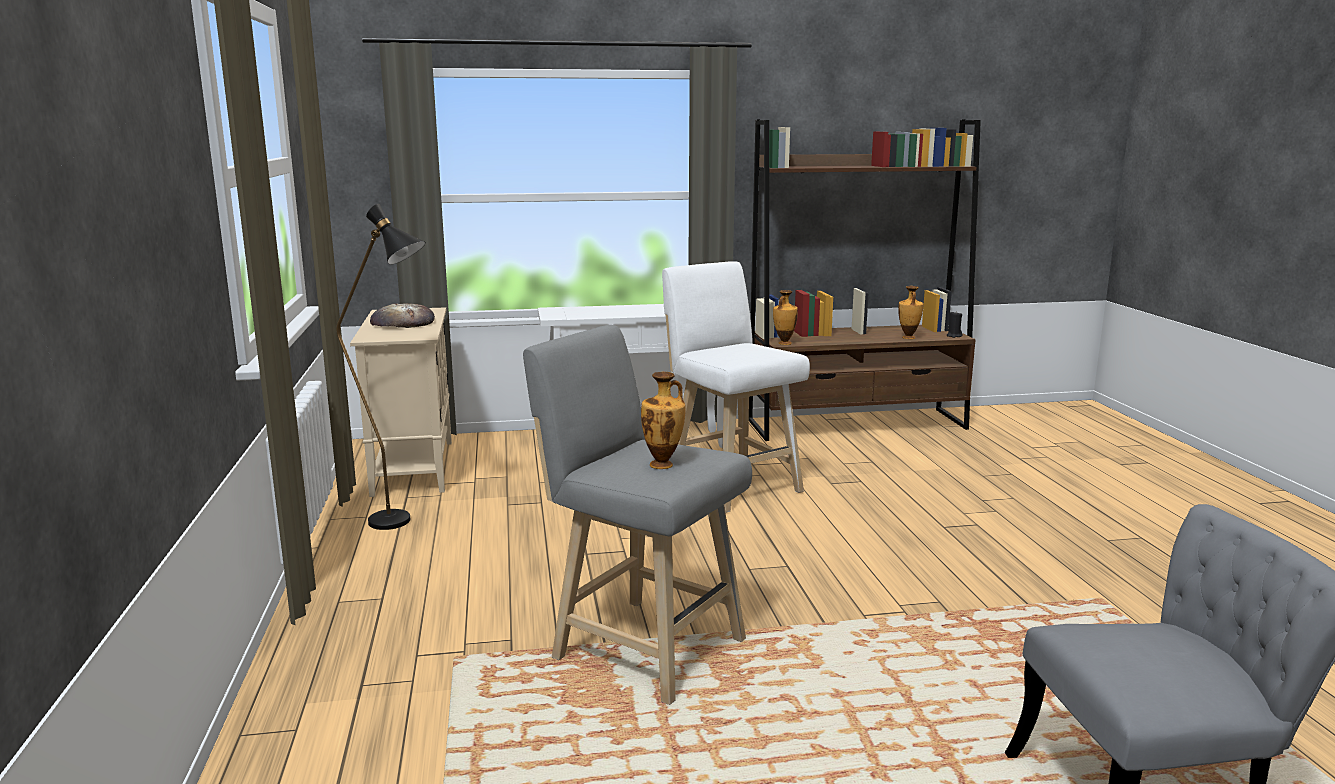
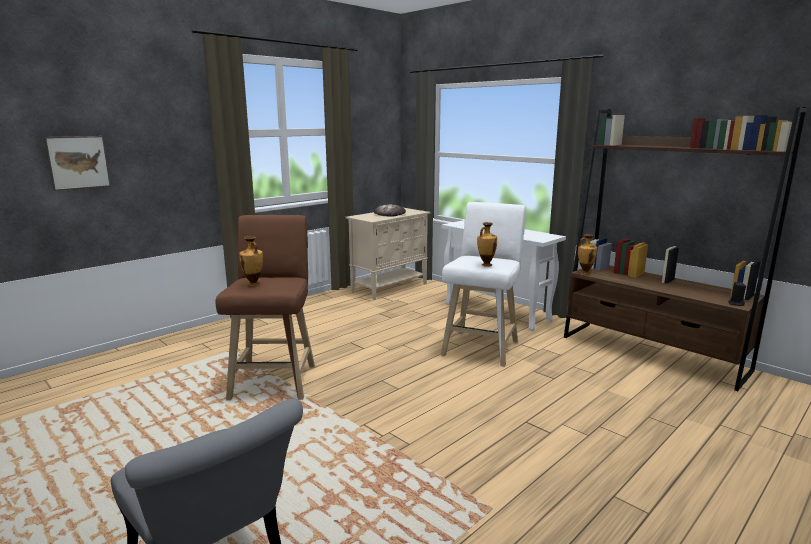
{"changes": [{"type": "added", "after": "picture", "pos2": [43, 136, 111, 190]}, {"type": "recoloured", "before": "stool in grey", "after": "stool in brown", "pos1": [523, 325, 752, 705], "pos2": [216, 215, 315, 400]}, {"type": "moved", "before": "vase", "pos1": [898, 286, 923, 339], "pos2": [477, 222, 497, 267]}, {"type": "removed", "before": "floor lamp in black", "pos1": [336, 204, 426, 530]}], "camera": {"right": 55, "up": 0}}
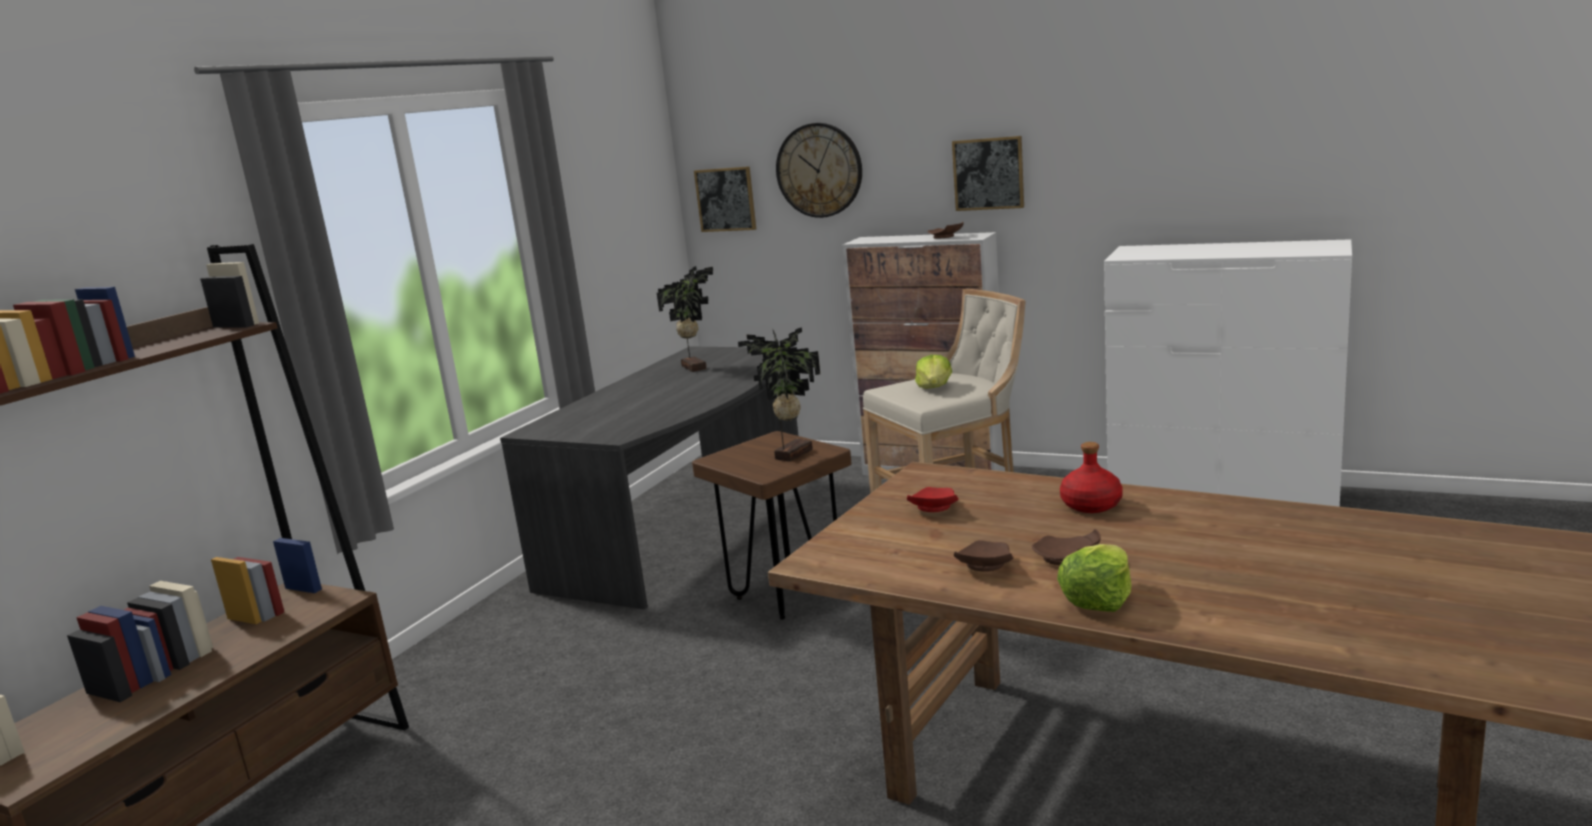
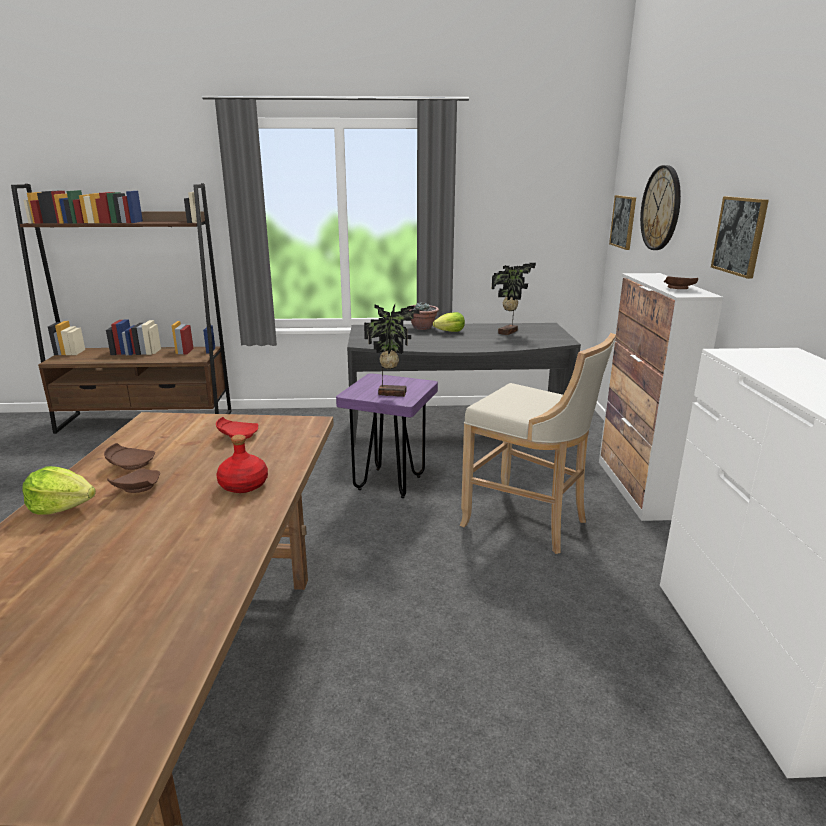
{"changes": [{"type": "recoloured", "before": "stool in brown", "after": "stool in purple", "pos1": [692, 431, 852, 620], "pos2": [336, 373, 438, 498]}, {"type": "added", "after": "potted plant", "pos2": [409, 302, 439, 330]}, {"type": "moved", "before": "lettuce", "pos1": [915, 355, 952, 389], "pos2": [433, 312, 465, 332]}], "camera": {"right": 60, "up": 5}}
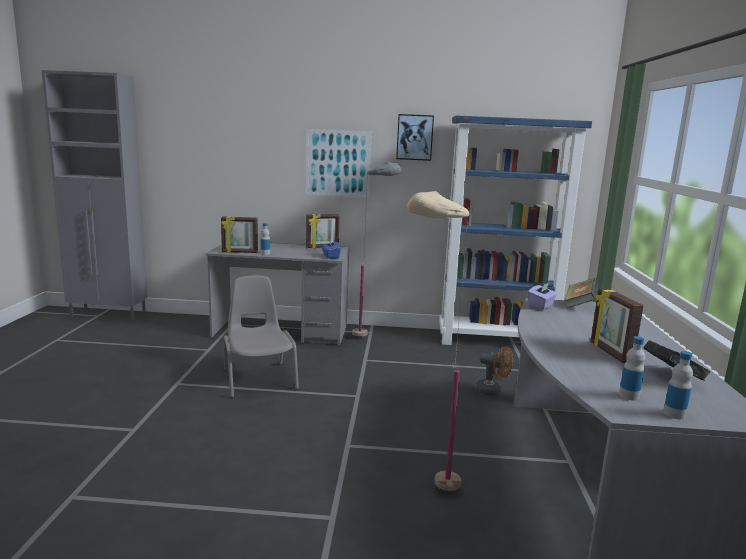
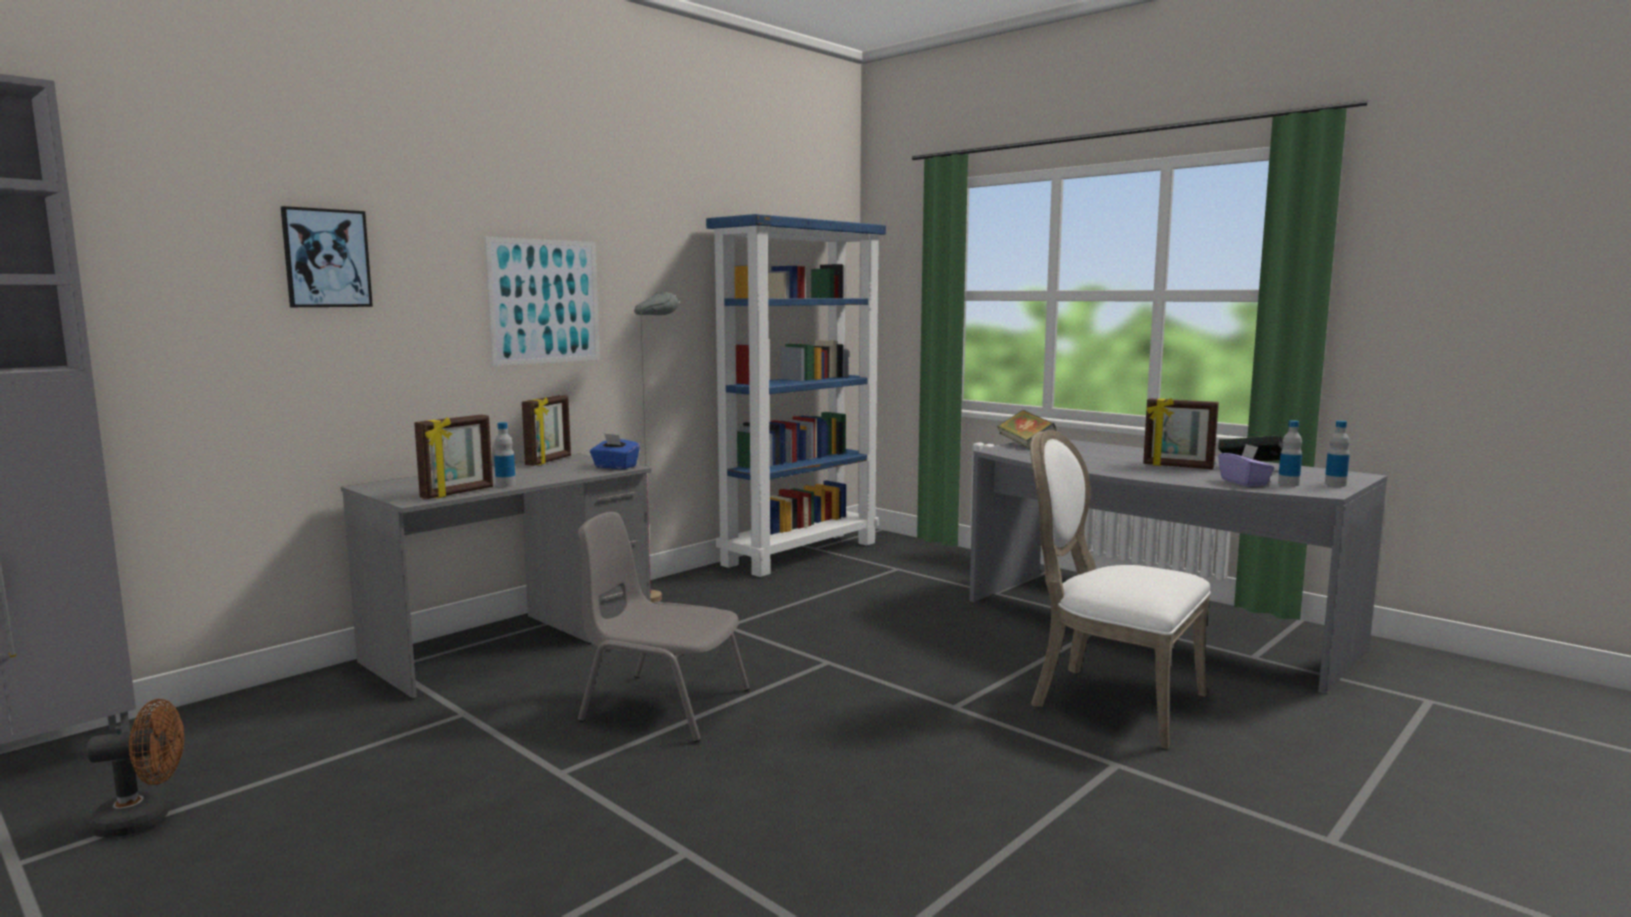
{"changes": [{"type": "moved", "before": "fan in brown", "pos1": [475, 346, 513, 396], "pos2": [85, 699, 184, 838]}, {"type": "moved", "before": "picture", "pos1": [396, 114, 434, 161], "pos2": [281, 206, 373, 307]}, {"type": "replaced", "before": "floor lamp in beige", "after": "chair in white", "pos1": [407, 191, 469, 491], "pos2": [1030, 430, 1211, 749]}, {"type": "moved", "before": "tissue box in purple", "pos1": [528, 283, 557, 310], "pos2": [1218, 444, 1275, 486]}], "camera": {"right": -50, "up": -5}}
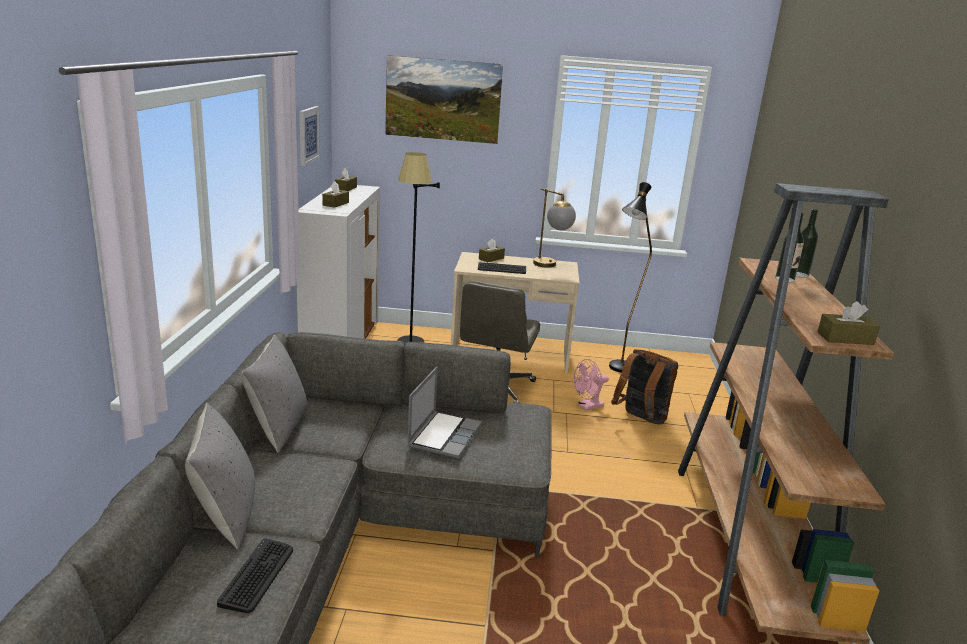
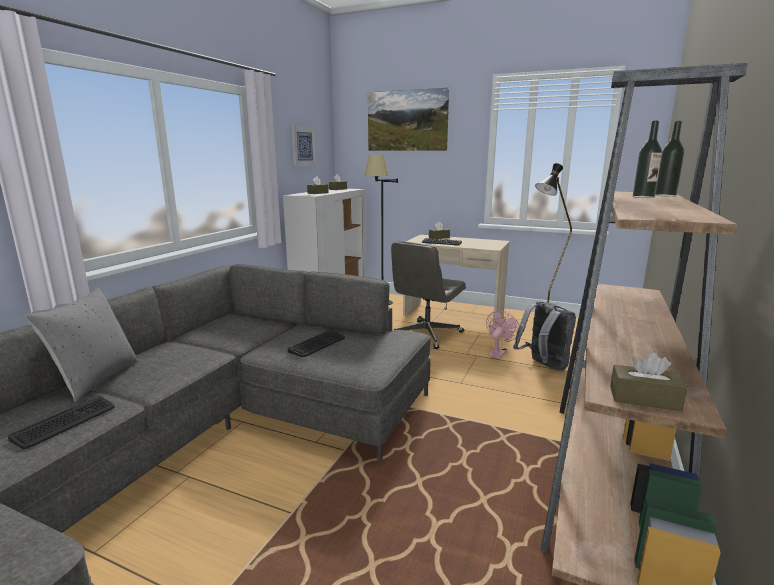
{"changes": [{"type": "replaced", "before": "laptop", "after": "keyboard", "pos1": [407, 366, 482, 458], "pos2": [288, 330, 345, 357]}, {"type": "turned", "before": "fan in pink", "pos1": [573, 359, 609, 410], "pos2": [486, 311, 519, 359], "turn": 135}, {"type": "recoloured", "before": "backpack in brown", "after": "backpack in grey", "pos1": [611, 349, 679, 424], "pos2": [513, 302, 576, 371]}, {"type": "moved", "before": "tissue box in brown", "pos1": [817, 301, 880, 345], "pos2": [610, 352, 688, 411]}, {"type": "removed", "before": "pillow in grey", "pos1": [242, 335, 307, 453]}, {"type": "removed", "before": "table lamp", "pos1": [533, 188, 576, 268]}], "camera": {"right": 20, "up": -5}}
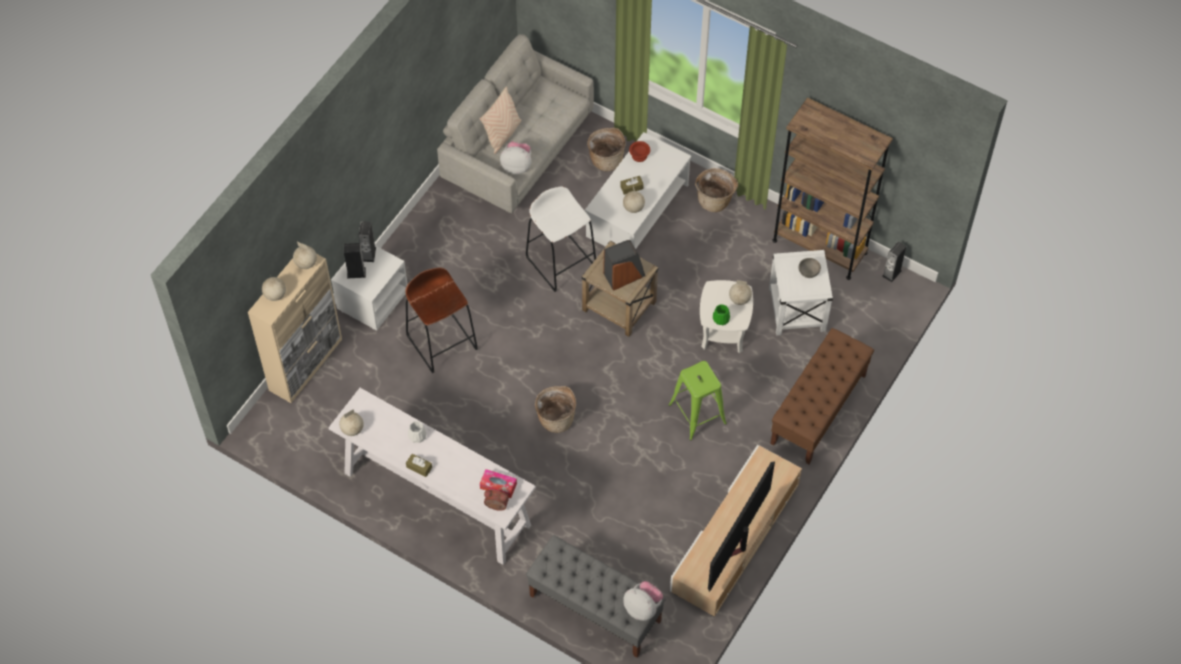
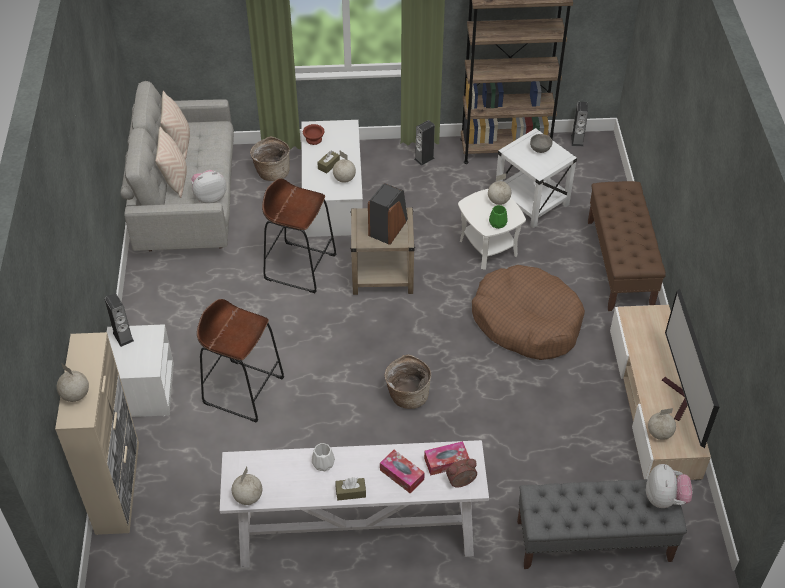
{"changes": [{"type": "added", "after": "pillow in beige", "pos2": [160, 90, 190, 159]}, {"type": "recoloured", "before": "stool in white", "after": "stool in brown", "pos1": [526, 186, 596, 292], "pos2": [262, 178, 336, 293]}, {"type": "added", "after": "tissue box", "pos2": [380, 450, 425, 493]}, {"type": "moved", "before": "speaker", "pos1": [344, 243, 366, 278], "pos2": [414, 120, 435, 166]}, {"type": "replaced", "before": "stool in green", "after": "dog bed in brown", "pos1": [668, 361, 727, 440], "pos2": [472, 265, 585, 360]}, {"type": "turned", "before": "plush toy", "pos1": [623, 581, 663, 621], "pos2": [646, 464, 692, 508], "turn": 90}, {"type": "moved", "before": "globe", "pos1": [293, 242, 317, 269], "pos2": [648, 408, 676, 440]}, {"type": "removed", "before": "basket", "pos1": [695, 168, 738, 212]}], "camera": {"right": -35, "up": -10}}
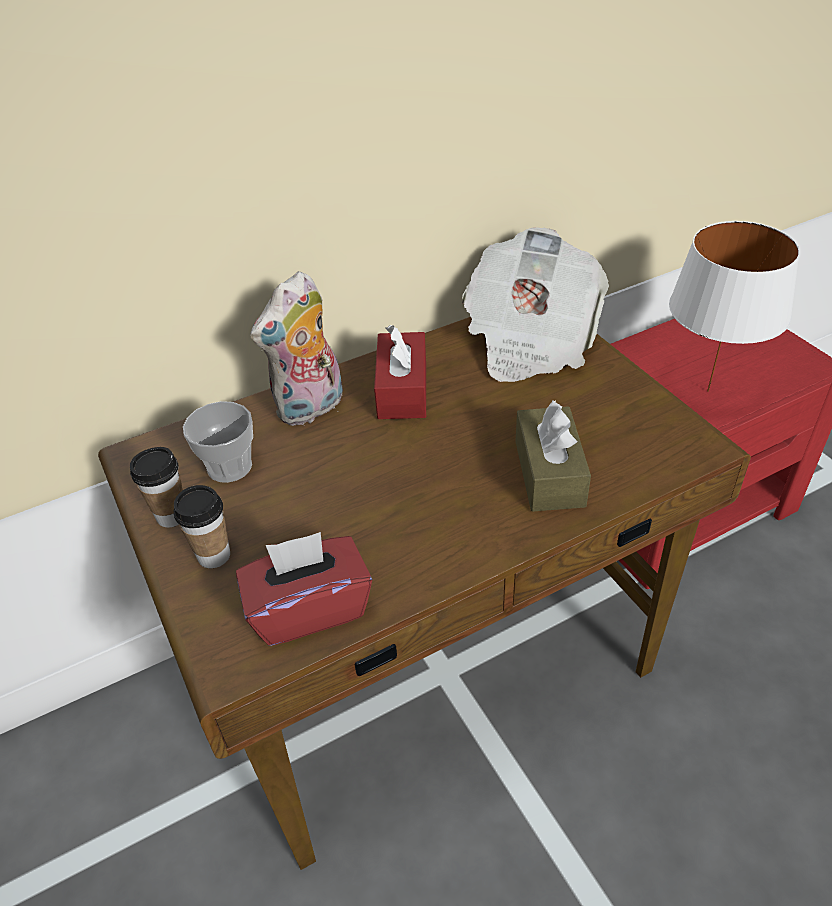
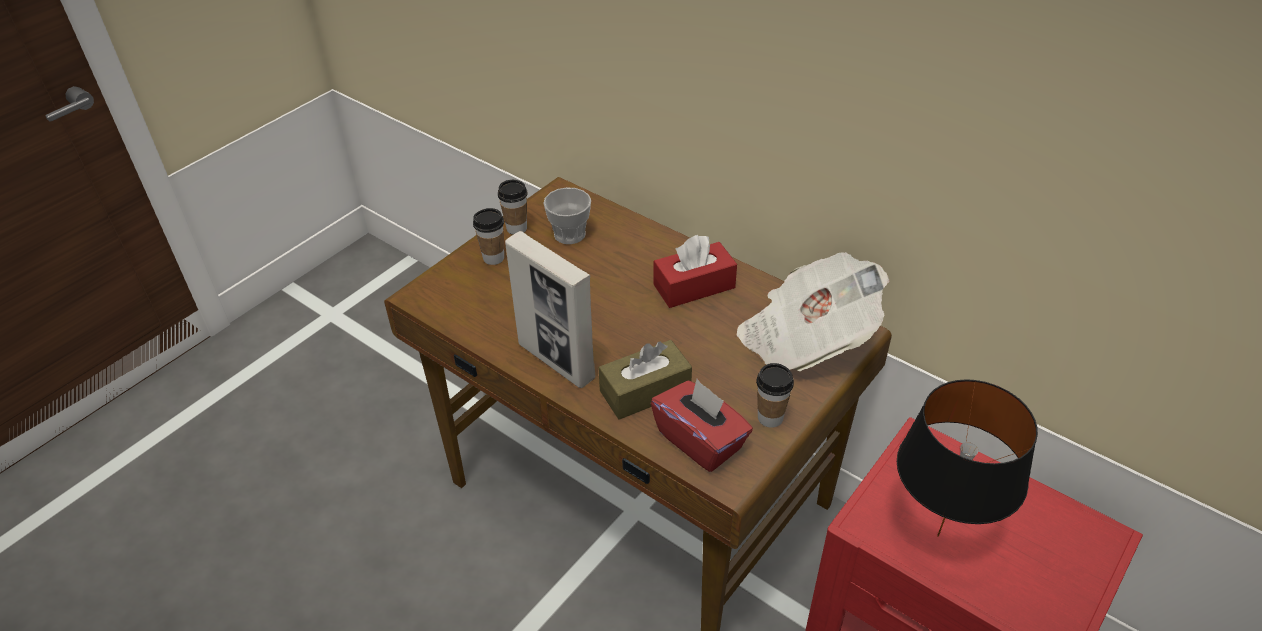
{"changes": [{"type": "added", "after": "picture frame", "pos2": [505, 231, 595, 388]}, {"type": "moved", "before": "tissue box in red", "pos1": [236, 532, 372, 646], "pos2": [651, 379, 753, 472]}, {"type": "added", "after": "cup", "pos2": [756, 363, 794, 428]}, {"type": "recoloured", "before": "table lamp in white", "after": "table lamp in black", "pos1": [669, 221, 800, 392], "pos2": [897, 379, 1038, 537]}, {"type": "removed", "before": "plush toy", "pos1": [250, 271, 343, 426]}], "camera": {"right": 65, "up": 0}}
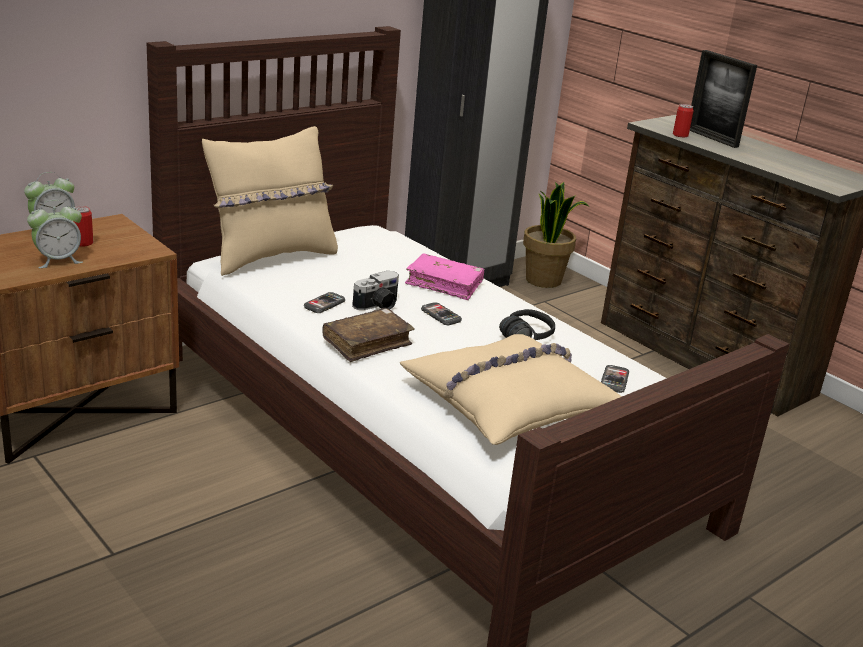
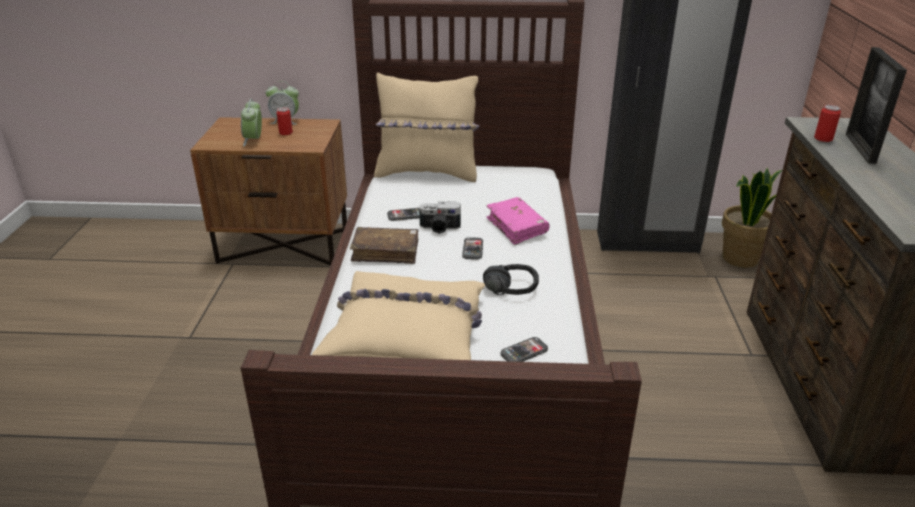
{"changes": [{"type": "turned", "before": "alarm clock", "pos1": [27, 200, 83, 268], "pos2": [241, 98, 262, 147], "turn": 75}], "camera": {"right": 45, "up": 5}}
